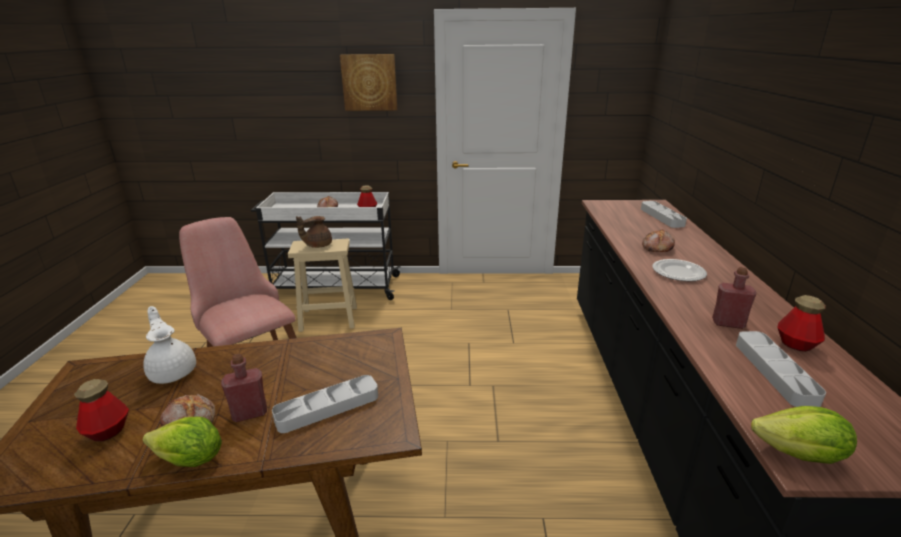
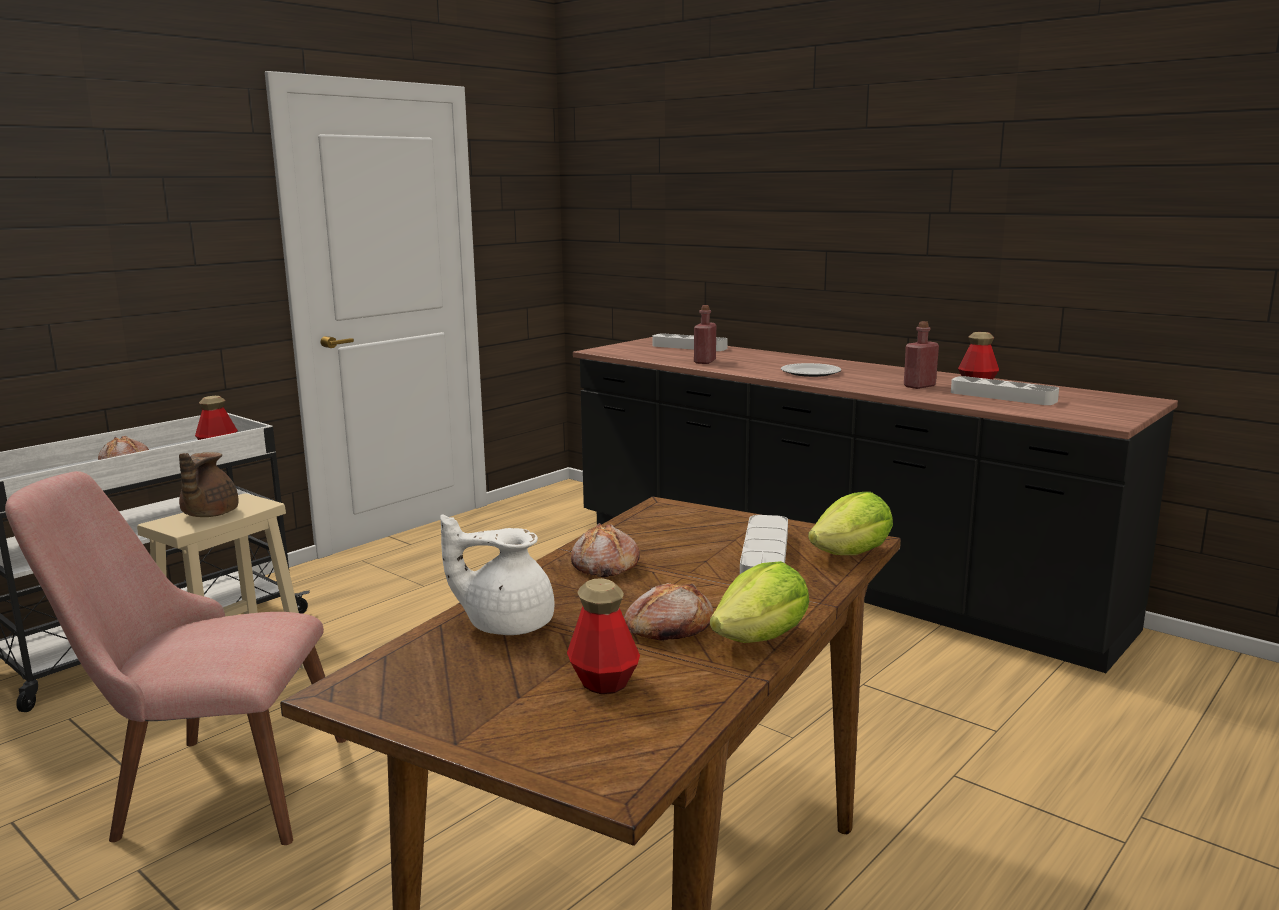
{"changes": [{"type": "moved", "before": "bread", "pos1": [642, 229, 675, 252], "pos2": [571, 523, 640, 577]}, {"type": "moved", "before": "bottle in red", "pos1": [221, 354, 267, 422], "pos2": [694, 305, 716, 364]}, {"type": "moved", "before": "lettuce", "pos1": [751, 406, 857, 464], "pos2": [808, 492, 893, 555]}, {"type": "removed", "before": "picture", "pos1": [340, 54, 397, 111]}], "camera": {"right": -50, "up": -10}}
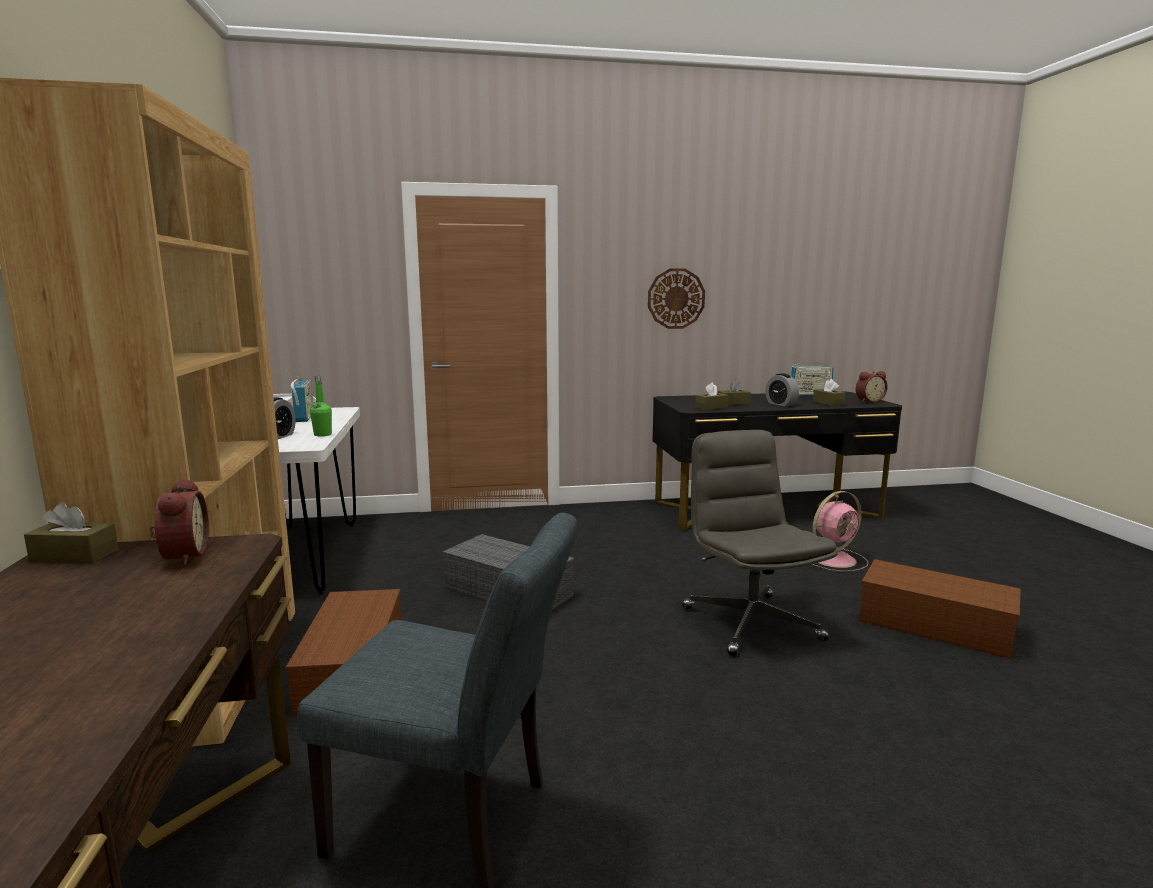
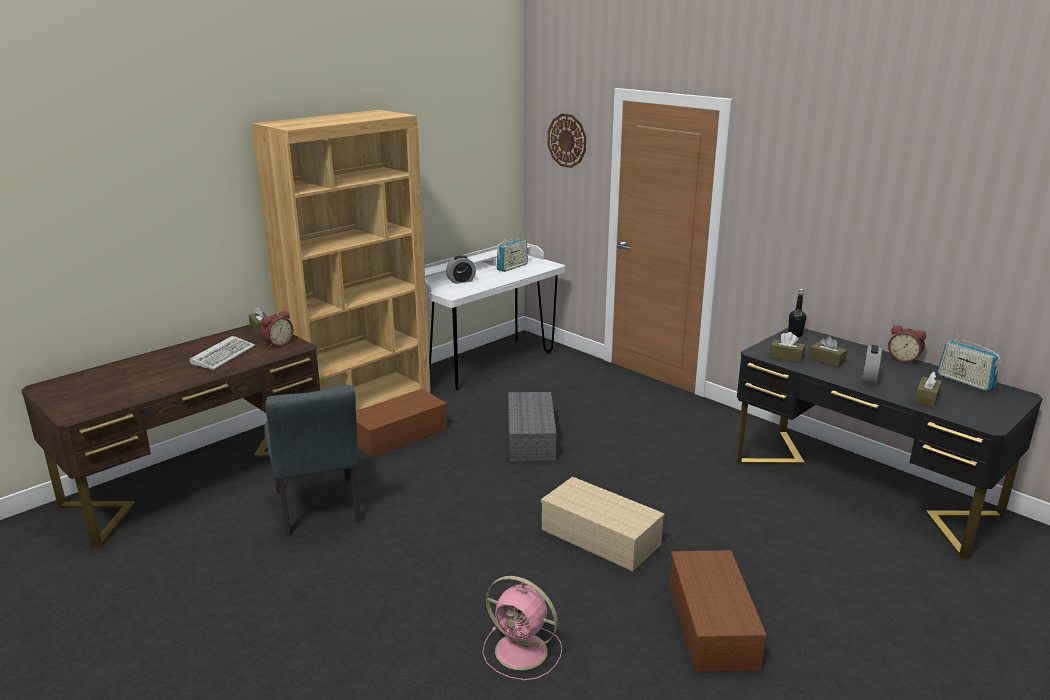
{"changes": [{"type": "added", "after": "keyboard", "pos2": [190, 336, 255, 370]}, {"type": "moved", "before": "fan in pink", "pos1": [812, 491, 868, 572], "pos2": [482, 576, 562, 680]}, {"type": "replaced", "before": "office chair in grey", "after": "storage box in beige", "pos1": [682, 430, 838, 656], "pos2": [541, 477, 665, 571]}, {"type": "moved", "before": "wall clock", "pos1": [648, 268, 705, 329], "pos2": [547, 114, 586, 168]}, {"type": "added", "after": "bottle in black", "pos2": [788, 289, 806, 337]}, {"type": "moved", "before": "alarm clock", "pos1": [856, 371, 888, 403], "pos2": [888, 325, 926, 363]}, {"type": "removed", "before": "bottle in green", "pos1": [310, 376, 332, 436]}], "camera": {"right": 55, "up": 10}}
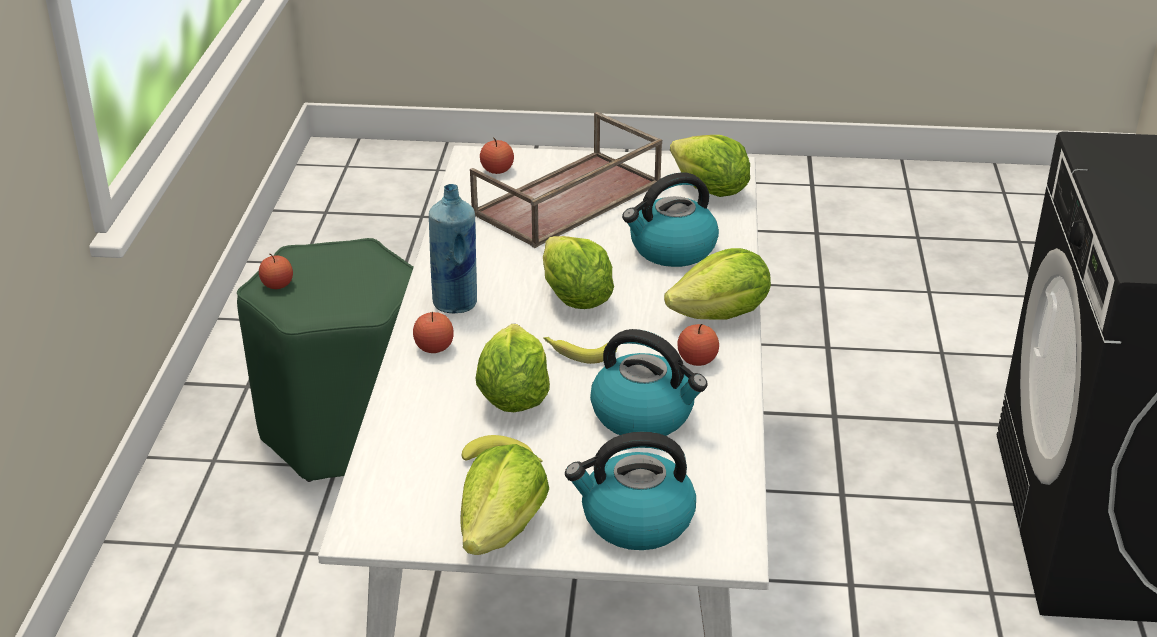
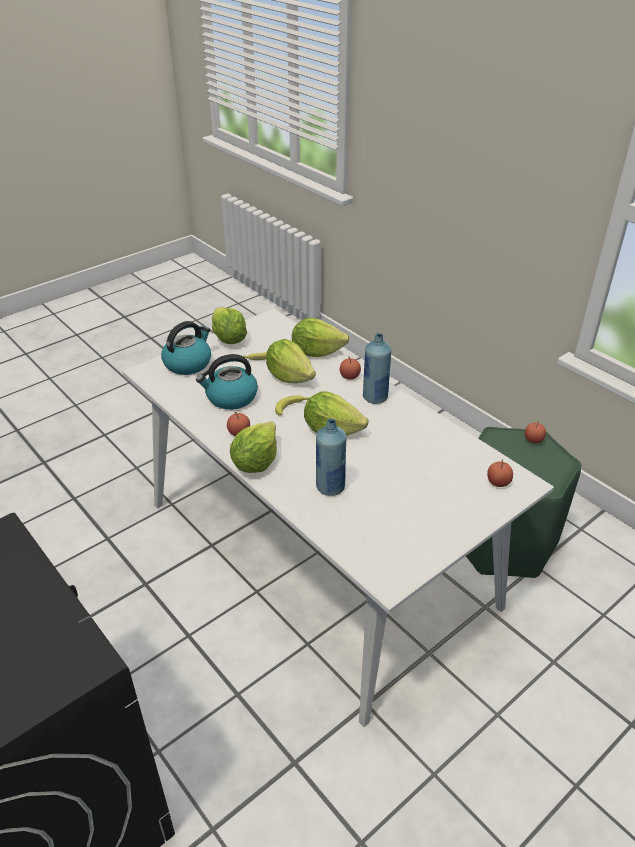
{"changes": [{"type": "moved", "before": "lettuce", "pos1": [670, 135, 750, 197], "pos2": [292, 318, 350, 357]}, {"type": "replaced", "before": "kettle", "after": "bottle in blue", "pos1": [622, 172, 719, 267], "pos2": [316, 418, 346, 496]}, {"type": "removed", "before": "tray in brown", "pos1": [470, 112, 662, 248]}], "camera": {"right": 135, "up": 5}}
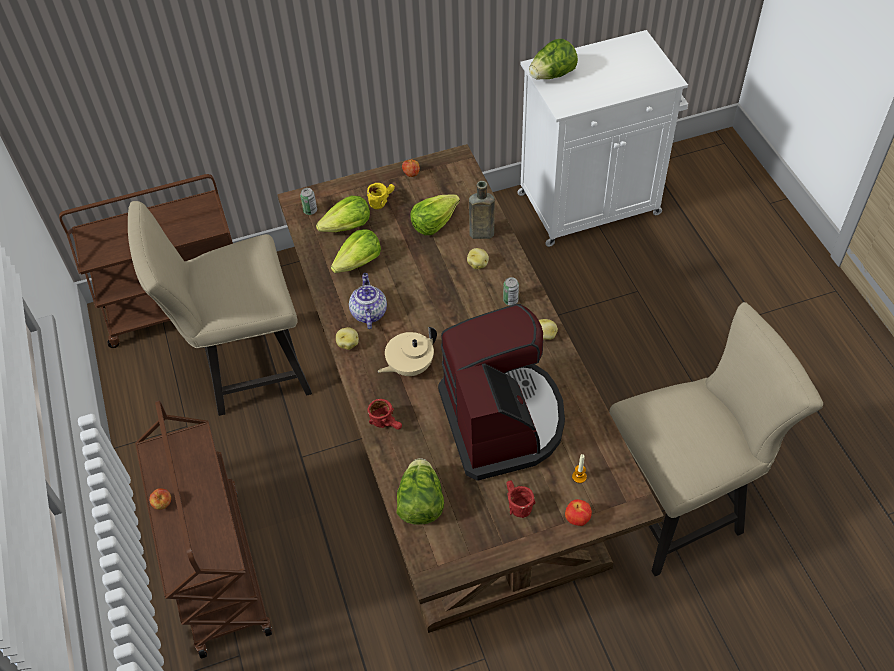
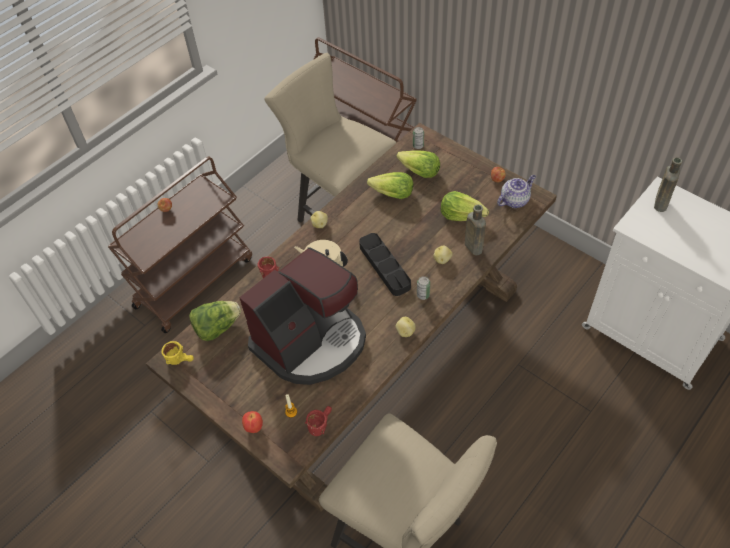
{"changes": [{"type": "moved", "before": "mug in yellow", "pos1": [367, 183, 395, 209], "pos2": [161, 341, 194, 365]}, {"type": "moved", "before": "mug in red", "pos1": [507, 480, 535, 518], "pos2": [305, 406, 332, 436]}, {"type": "added", "after": "tray in black", "pos2": [359, 233, 411, 296]}, {"type": "moved", "before": "teapot", "pos1": [349, 273, 387, 329], "pos2": [497, 175, 536, 208]}, {"type": "replaced", "before": "lettuce", "after": "bottle in brown", "pos1": [529, 39, 578, 80], "pos2": [654, 157, 682, 212]}], "camera": {"right": 60, "up": 0}}
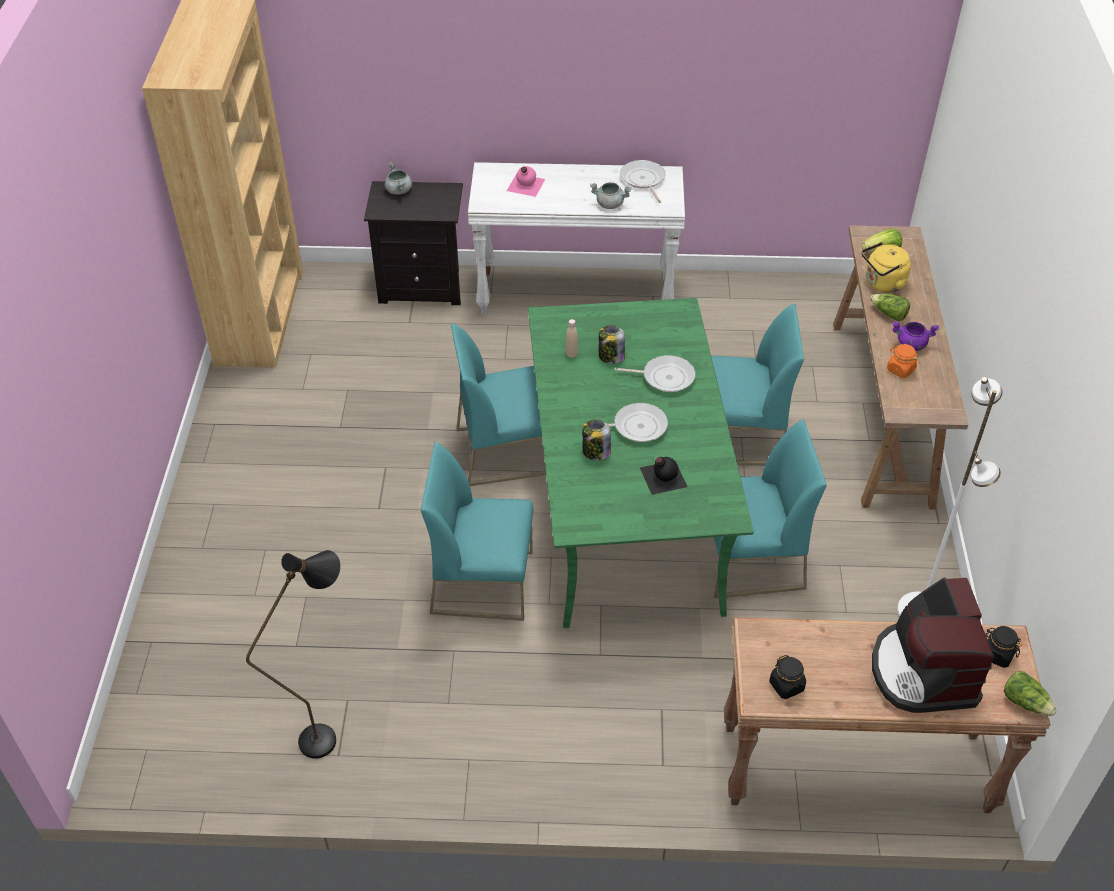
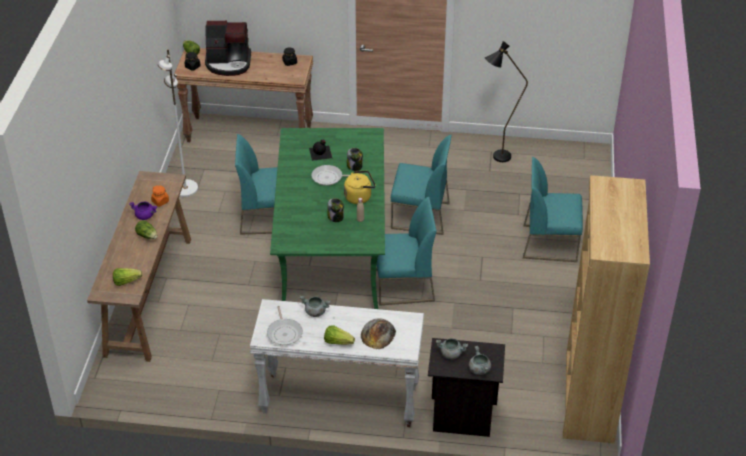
{"changes": [{"type": "turned", "before": "coffee machine", "pos1": [872, 577, 994, 713], "pos2": [205, 21, 251, 76], "turn": 90}, {"type": "added", "after": "lettuce", "pos2": [324, 325, 355, 345]}, {"type": "moved", "before": "kettle in yellow", "pos1": [862, 242, 911, 293], "pos2": [344, 171, 376, 204]}, {"type": "replaced", "before": "bottle in pink", "after": "bread", "pos1": [507, 166, 545, 197], "pos2": [361, 318, 396, 349]}, {"type": "added", "after": "cooking pot in grey", "pos2": [436, 338, 468, 359]}, {"type": "moved", "before": "chair in turquoise", "pos1": [711, 304, 804, 465], "pos2": [523, 157, 583, 262]}, {"type": "removed", "before": "frying pan", "pos1": [615, 355, 696, 392]}], "camera": {"right": -175, "up": -5}}
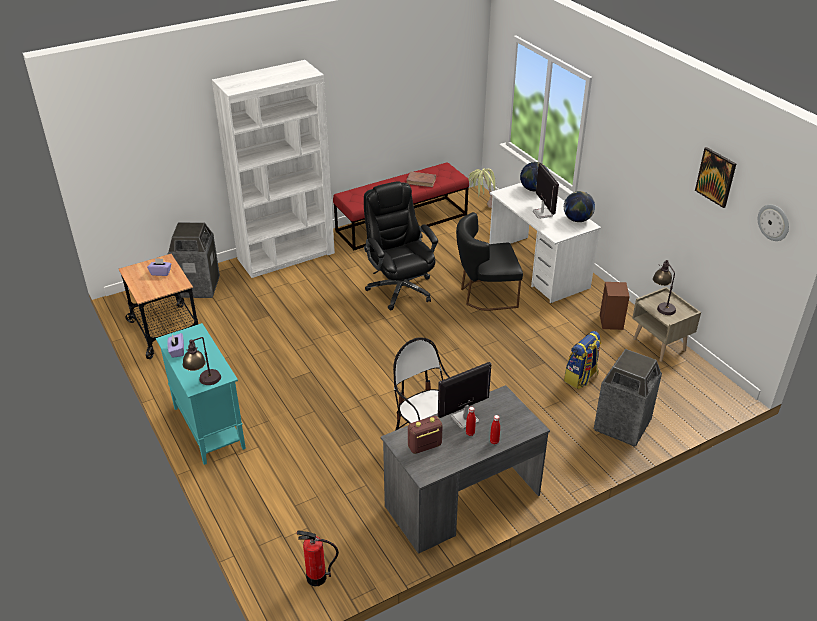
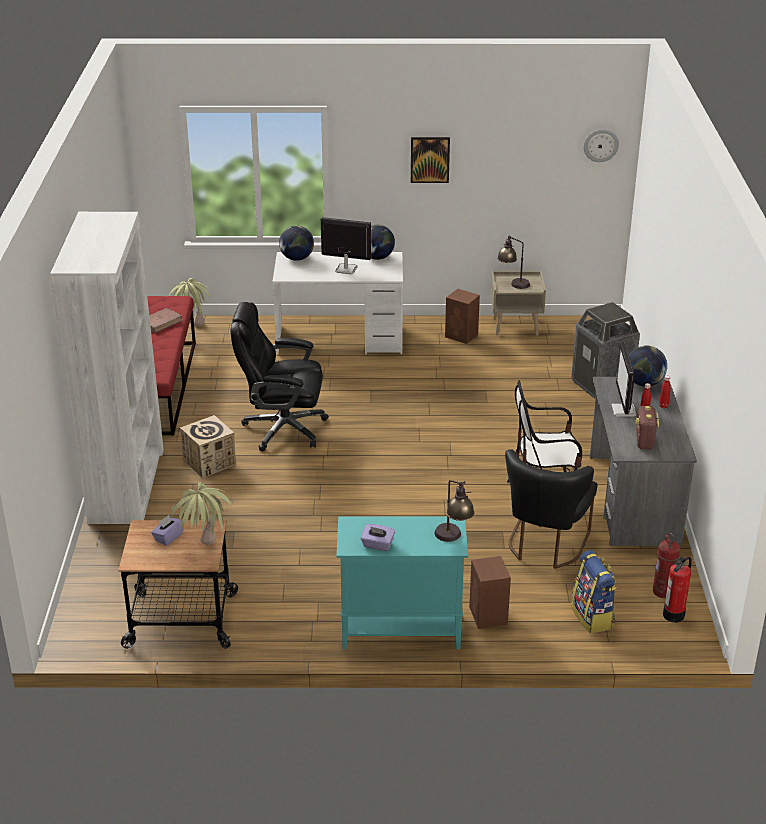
{"changes": [{"type": "added", "after": "potted plant", "pos2": [171, 483, 233, 545]}, {"type": "added", "after": "cardboard box", "pos2": [180, 415, 236, 478]}, {"type": "moved", "before": "picture", "pos1": [695, 147, 736, 208], "pos2": [411, 137, 450, 183]}, {"type": "added", "after": "speaker in brown", "pos2": [469, 556, 511, 629]}, {"type": "moved", "before": "chair in black", "pos1": [456, 212, 523, 311], "pos2": [505, 449, 598, 569]}, {"type": "moved", "before": "backpack", "pos1": [564, 331, 602, 389], "pos2": [571, 550, 617, 634]}, {"type": "added", "after": "globe", "pos2": [629, 346, 667, 386]}, {"type": "added", "after": "fire extinguisher", "pos2": [653, 532, 680, 598]}, {"type": "removed", "before": "trash can", "pos1": [168, 222, 220, 298]}], "camera": {"right": -60, "up": -5}}
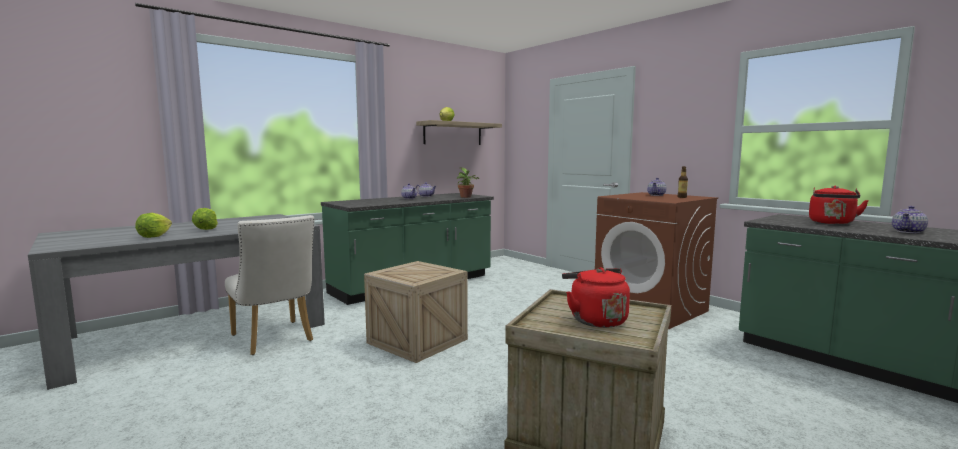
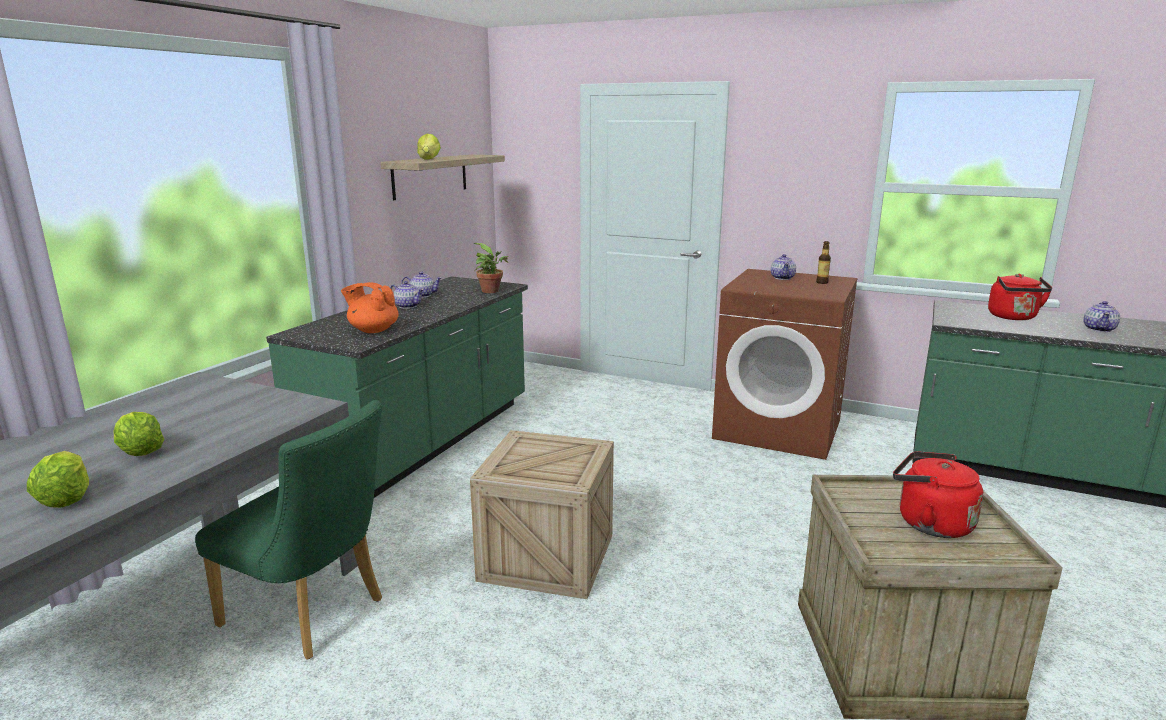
{"changes": [{"type": "recoloured", "before": "chair in white", "after": "chair in green", "pos1": [225, 215, 314, 355], "pos2": [195, 400, 382, 660]}, {"type": "added", "after": "teapot in orange", "pos2": [341, 282, 398, 333]}], "camera": {"right": -25, "up": 10}}
